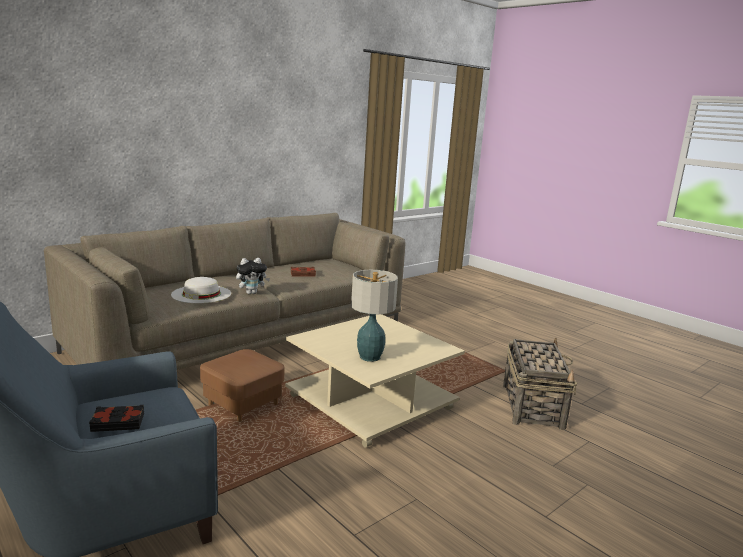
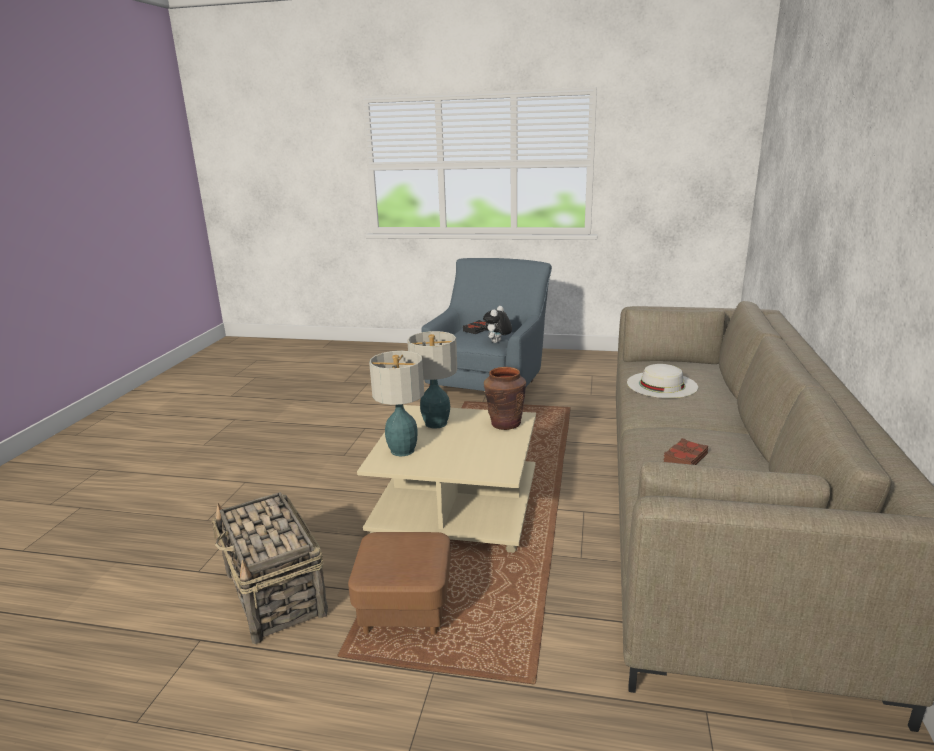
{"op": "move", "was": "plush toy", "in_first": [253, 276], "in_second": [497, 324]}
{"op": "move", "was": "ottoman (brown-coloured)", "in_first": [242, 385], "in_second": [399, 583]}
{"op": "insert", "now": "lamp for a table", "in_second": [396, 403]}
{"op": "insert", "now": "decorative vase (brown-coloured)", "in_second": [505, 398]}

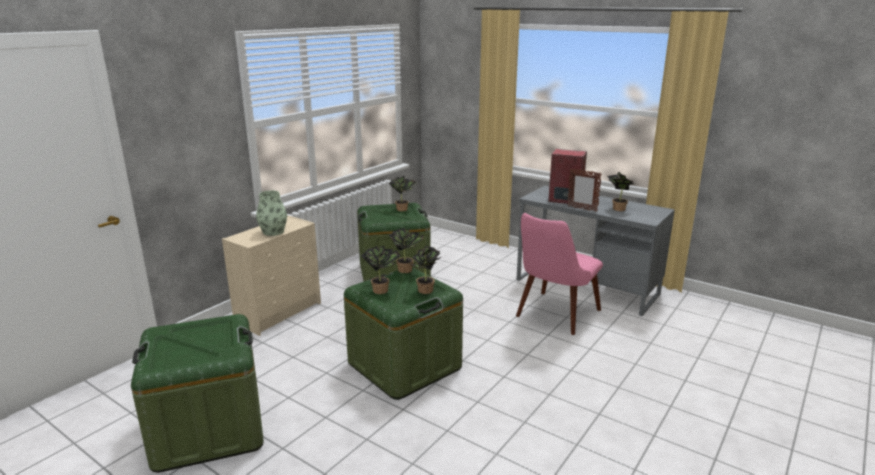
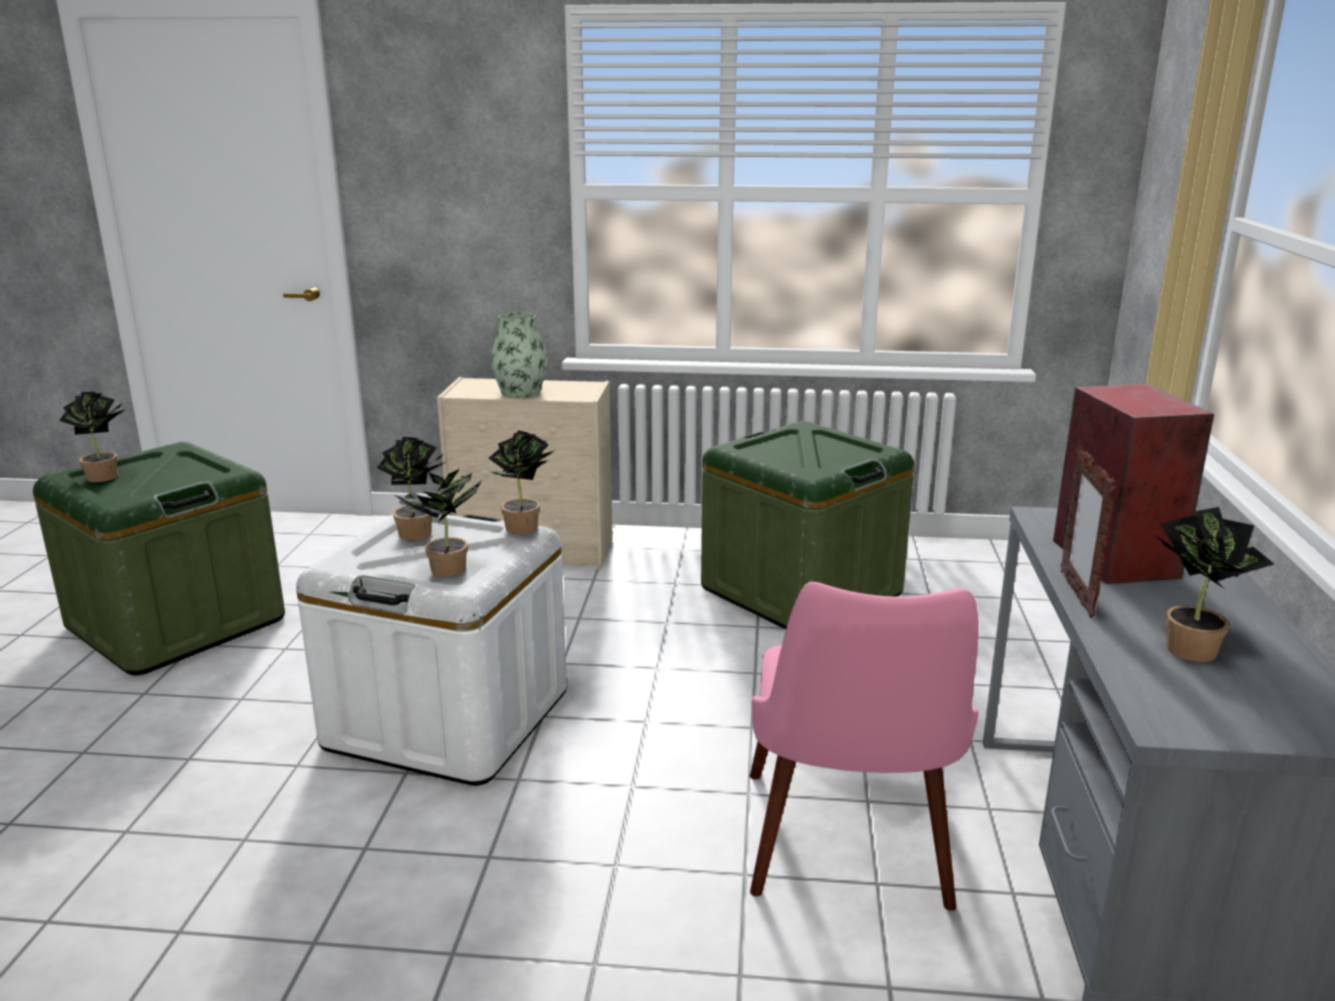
{"op": "move", "was": "potted plant", "in_first": [403, 193], "in_second": [92, 437]}
{"op": "rotate", "was": "chair (pinkish)", "in_first": [559, 274], "in_second": [864, 746], "clockwise": -90}
{"op": "recolor", "was": "storage box (greenish)", "now": "storage box (white)", "in_first": [403, 333], "in_second": [431, 649]}

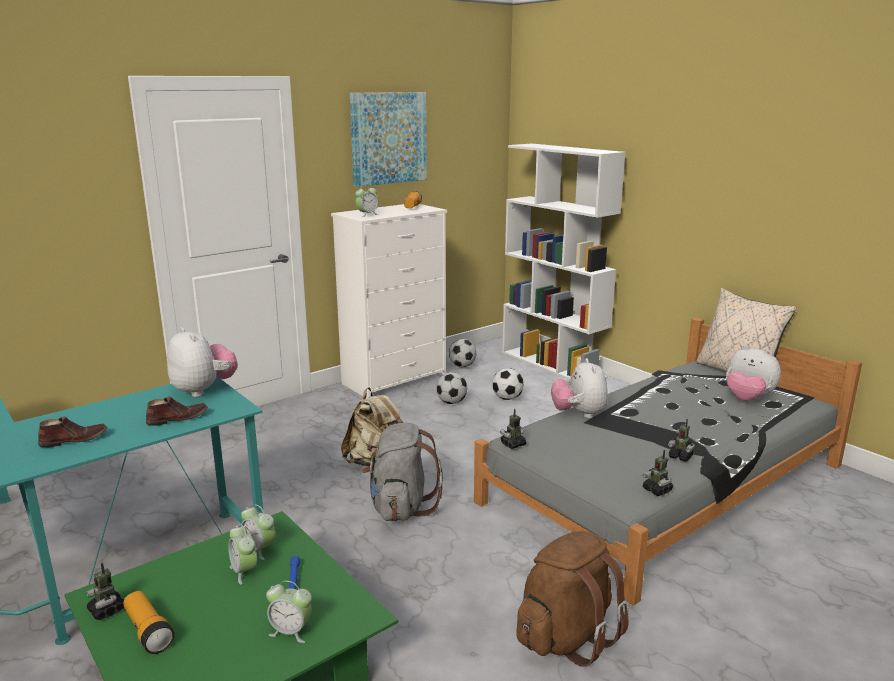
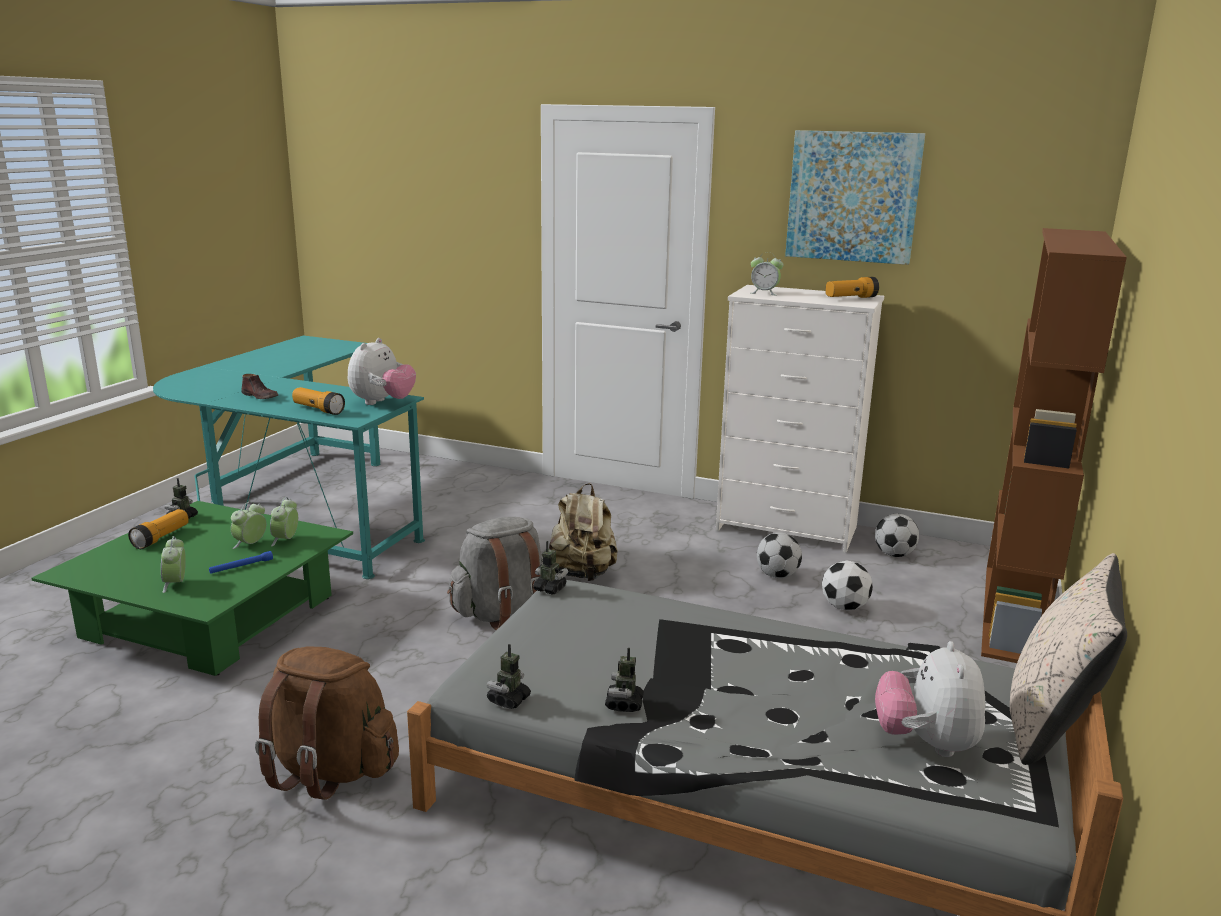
{"op": "recolor", "was": "bookshelf (white)", "now": "bookshelf (brown-coloured)", "in_first": [564, 261], "in_second": [1054, 445]}
{"op": "delete", "was": "plush toy", "in_first": [579, 388]}
{"op": "replace", "was": "low shoe (brown-coloured)", "now": "flashlight", "in_first": [177, 411], "in_second": [318, 401]}

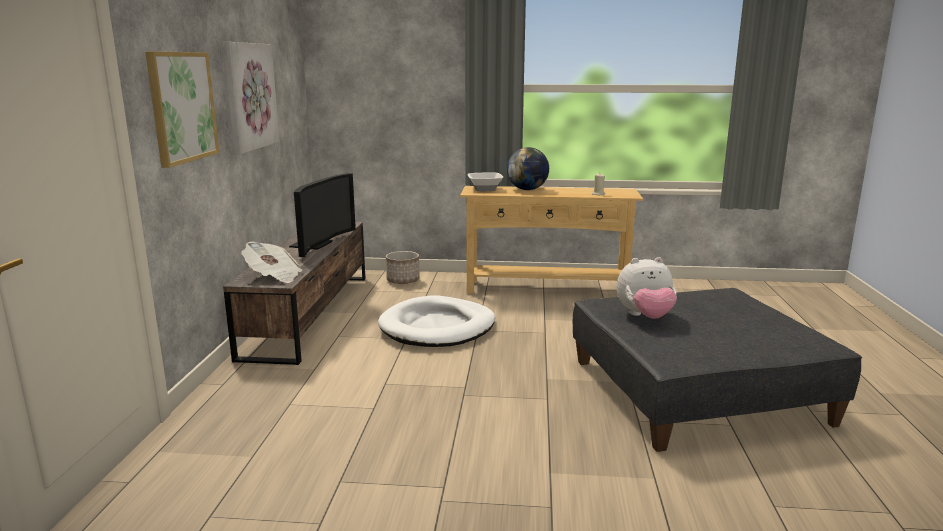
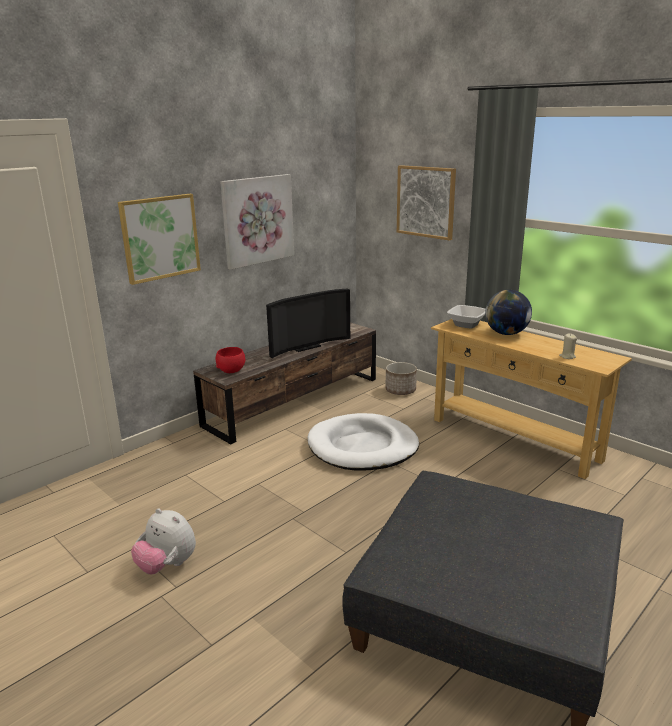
{"op": "replace", "was": "printed paper", "now": "deep dish (red-coloured)", "in_first": [271, 262], "in_second": [230, 360]}
{"op": "move", "was": "plush toy", "in_first": [647, 288], "in_second": [163, 541]}
{"op": "insert", "now": "wall art", "in_second": [426, 203]}

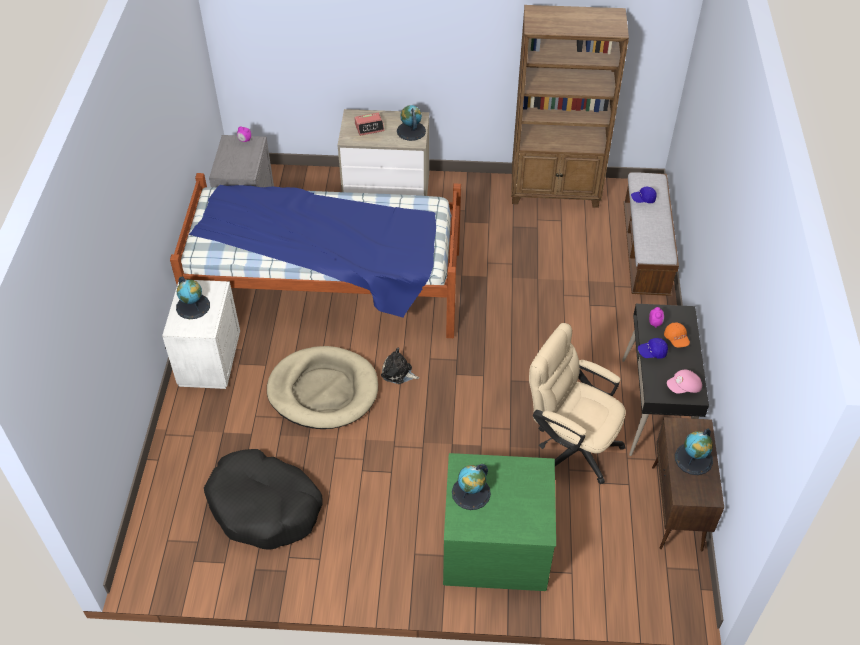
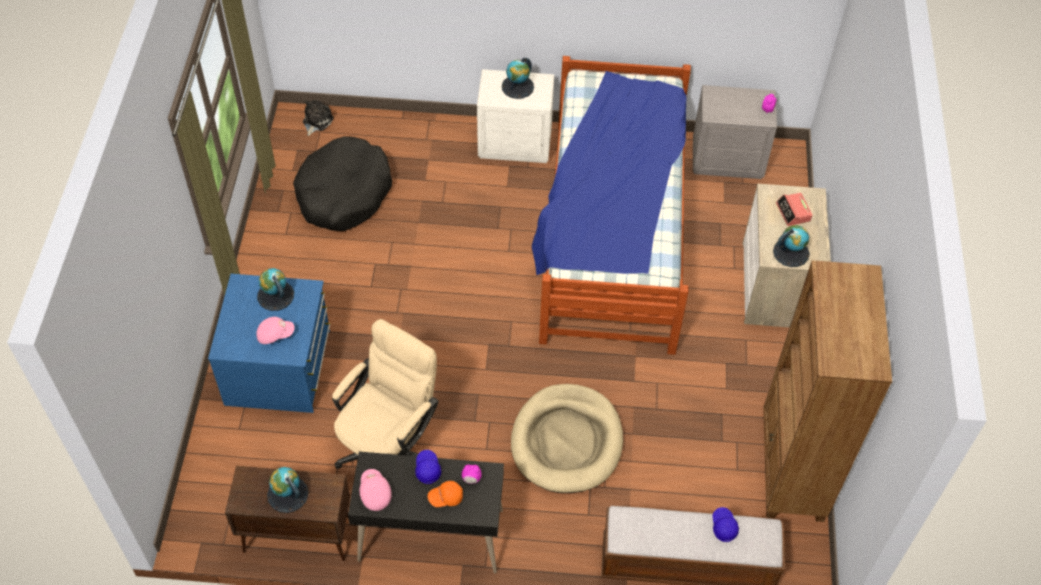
{"op": "move", "was": "dog bed (sand-coloured)", "in_first": [322, 387], "in_second": [567, 438]}
{"op": "move", "was": "plush toy", "in_first": [400, 366], "in_second": [318, 118]}
{"op": "recolor", "was": "chest of drawers (greenish)", "now": "chest of drawers (blue-coloured)", "in_first": [499, 522], "in_second": [269, 343]}
{"op": "insert", "now": "cap (pinkish)", "in_second": [275, 330]}

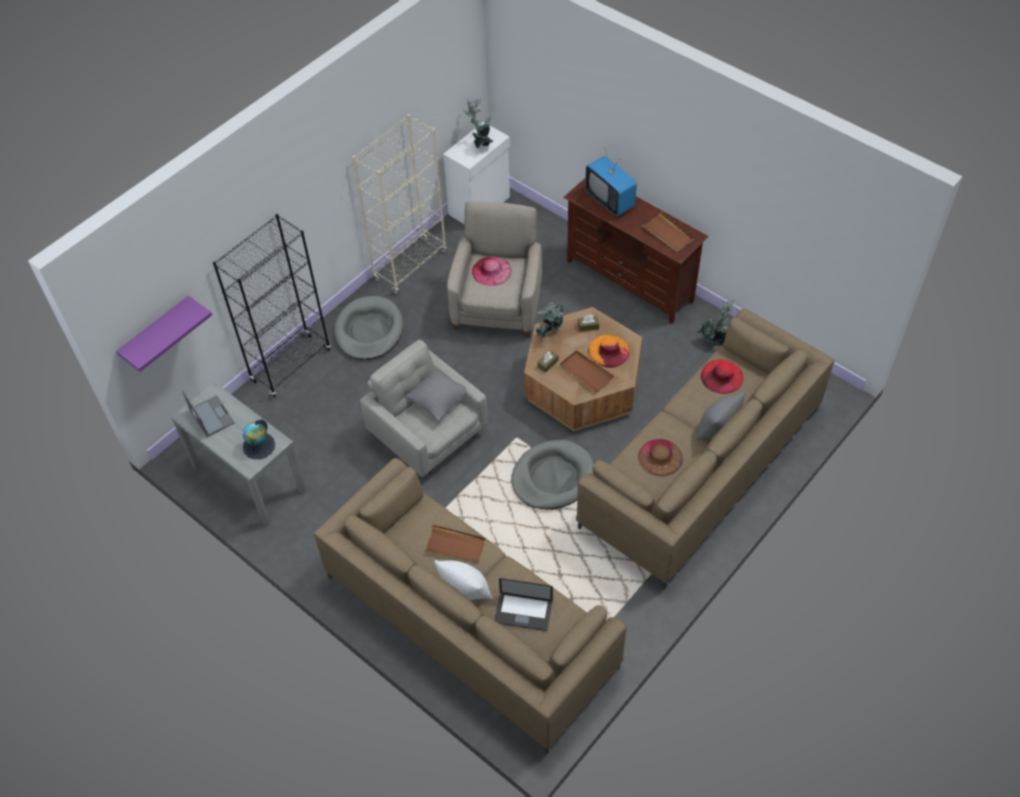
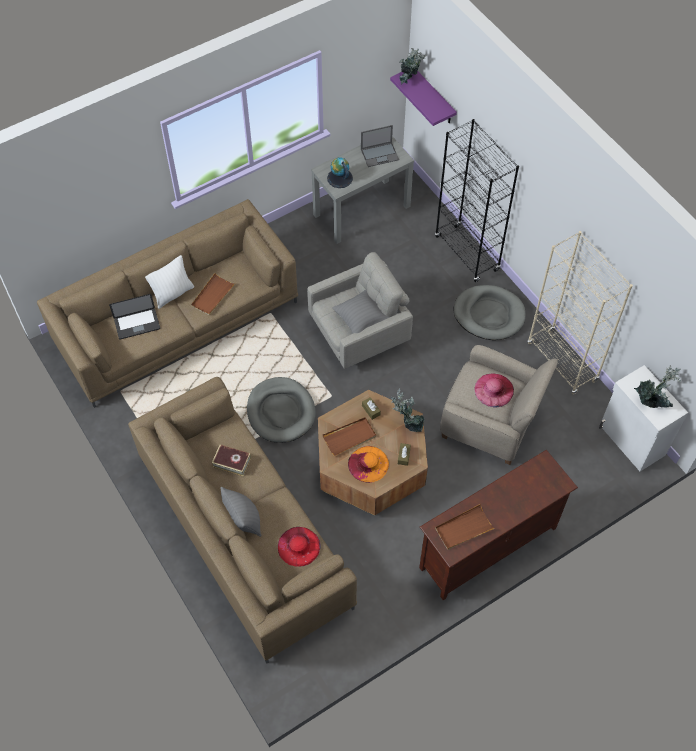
{"op": "delete", "was": "television", "in_first": [611, 182]}
{"op": "move", "was": "potted plant", "in_first": [717, 323], "in_second": [413, 66]}
{"op": "replace", "was": "clothing hat (brown-coloured)", "now": "bound book", "in_first": [660, 458], "in_second": [231, 460]}
{"op": "rotate", "was": "portable computer", "in_first": [523, 604], "in_second": [134, 316], "clockwise": -135}

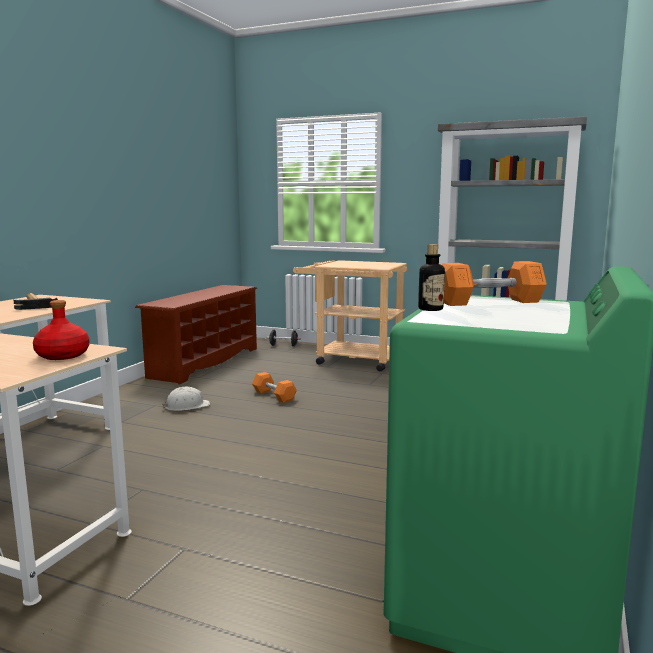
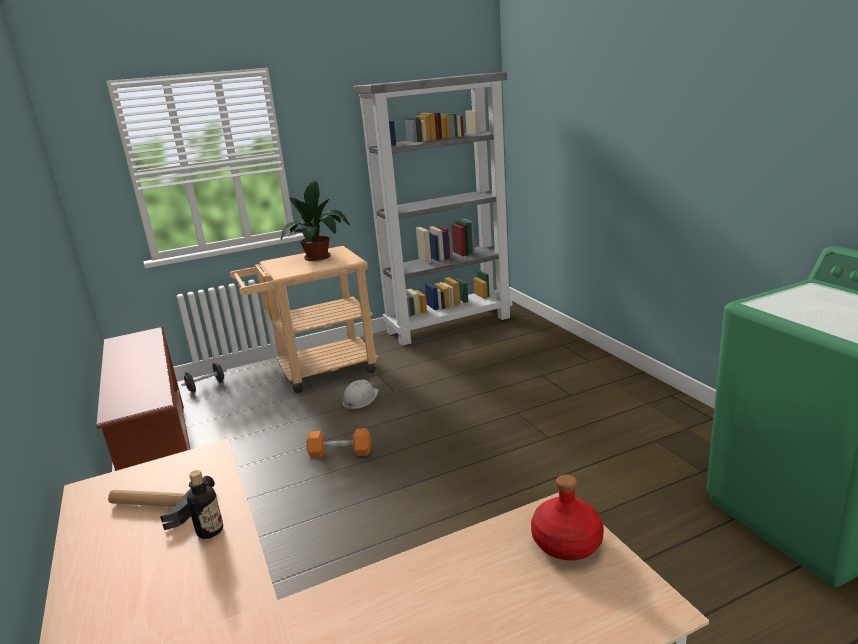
{"op": "move", "was": "bottle", "in_first": [431, 277], "in_second": [205, 504]}
{"op": "delete", "was": "free weight (orange-coloured)", "in_first": [494, 283]}
{"op": "move", "was": "work helmet (white)", "in_first": [186, 399], "in_second": [360, 395]}
{"op": "insert", "now": "potted plant", "in_second": [315, 220]}

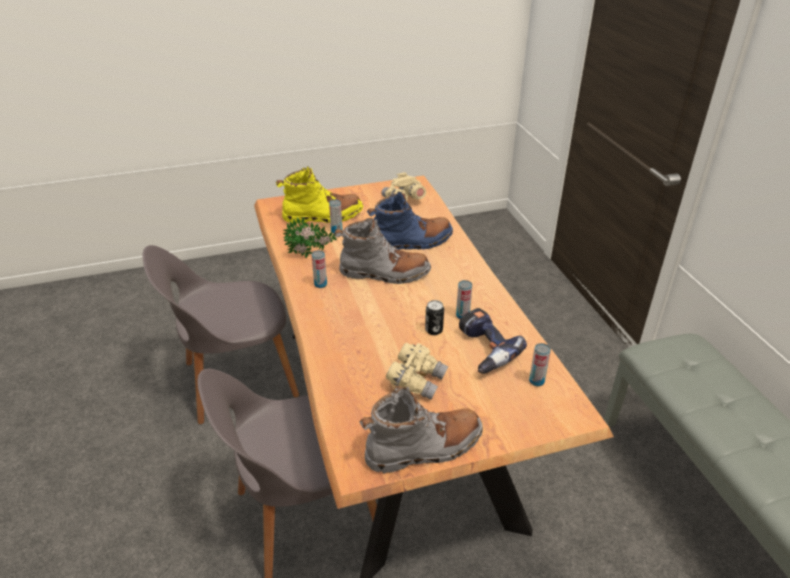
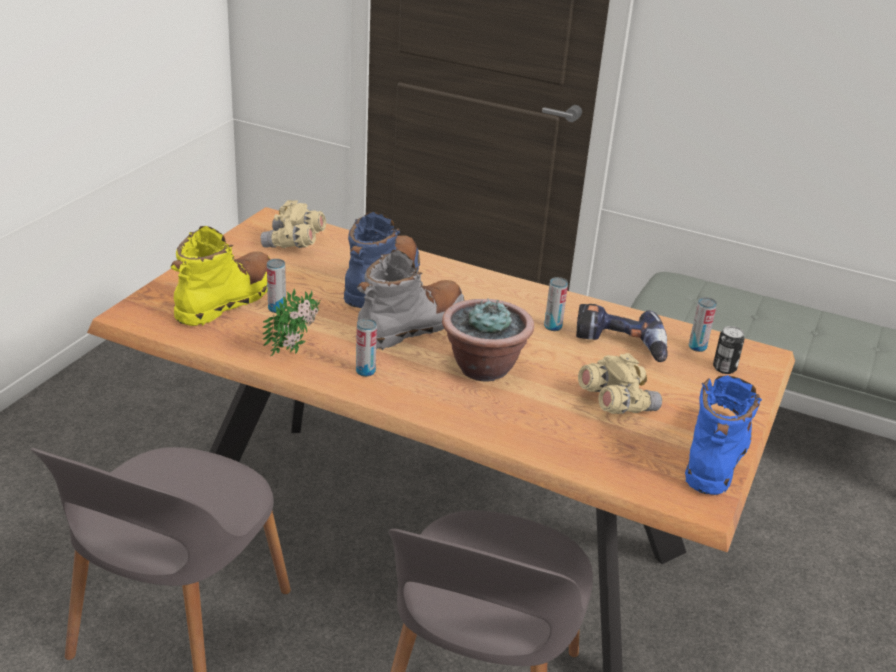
{"op": "move", "was": "can", "in_first": [434, 317], "in_second": [729, 350]}
{"op": "recolor", "was": "boot (grey)", "now": "boot (blue-coloured)", "in_first": [421, 430], "in_second": [723, 435]}
{"op": "insert", "now": "potted plant", "in_second": [488, 340]}

